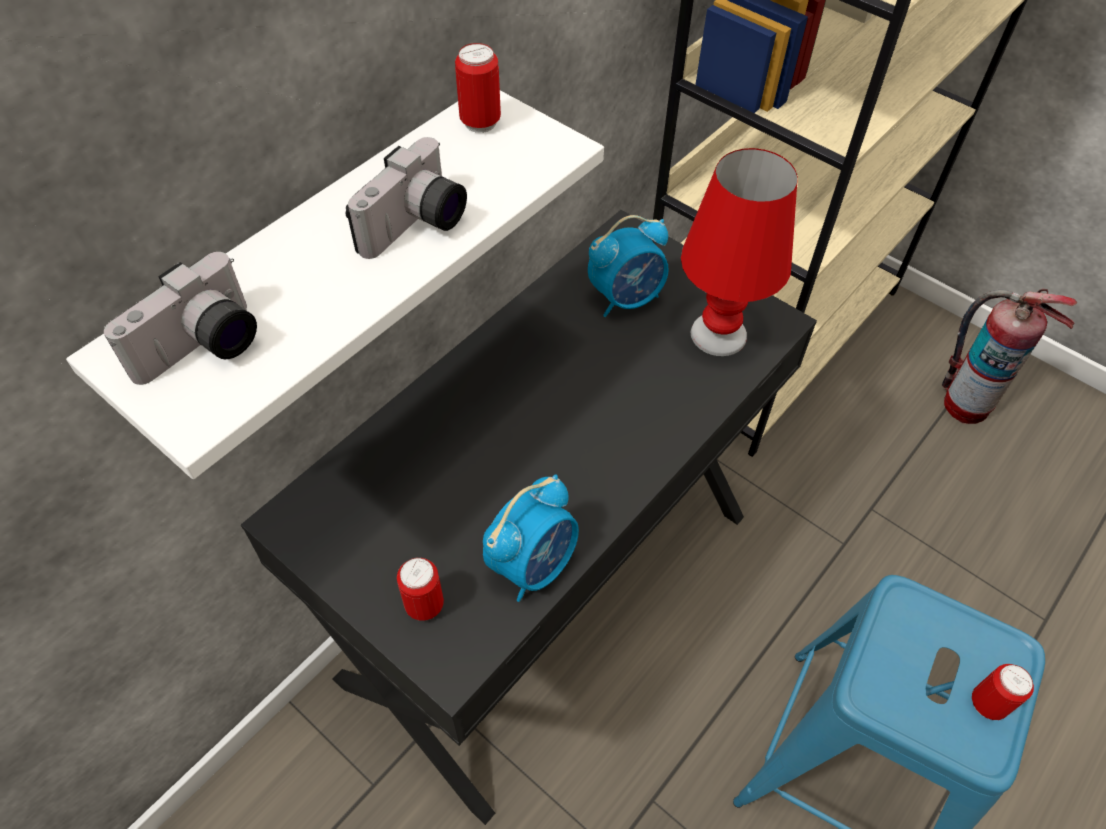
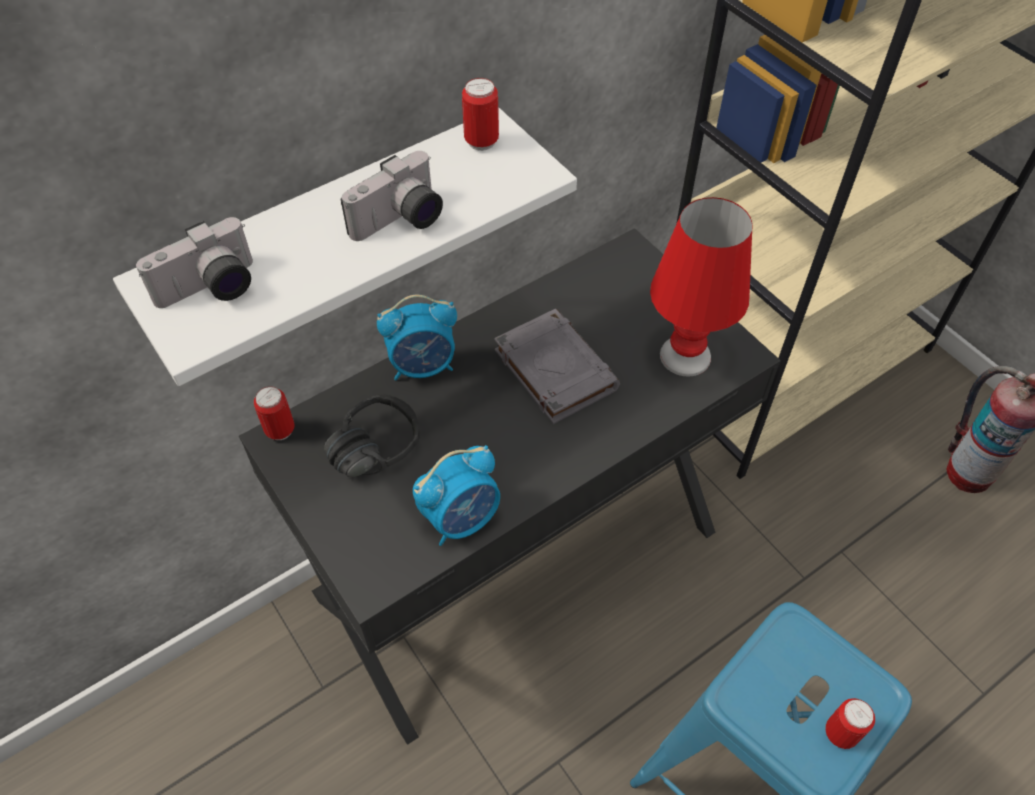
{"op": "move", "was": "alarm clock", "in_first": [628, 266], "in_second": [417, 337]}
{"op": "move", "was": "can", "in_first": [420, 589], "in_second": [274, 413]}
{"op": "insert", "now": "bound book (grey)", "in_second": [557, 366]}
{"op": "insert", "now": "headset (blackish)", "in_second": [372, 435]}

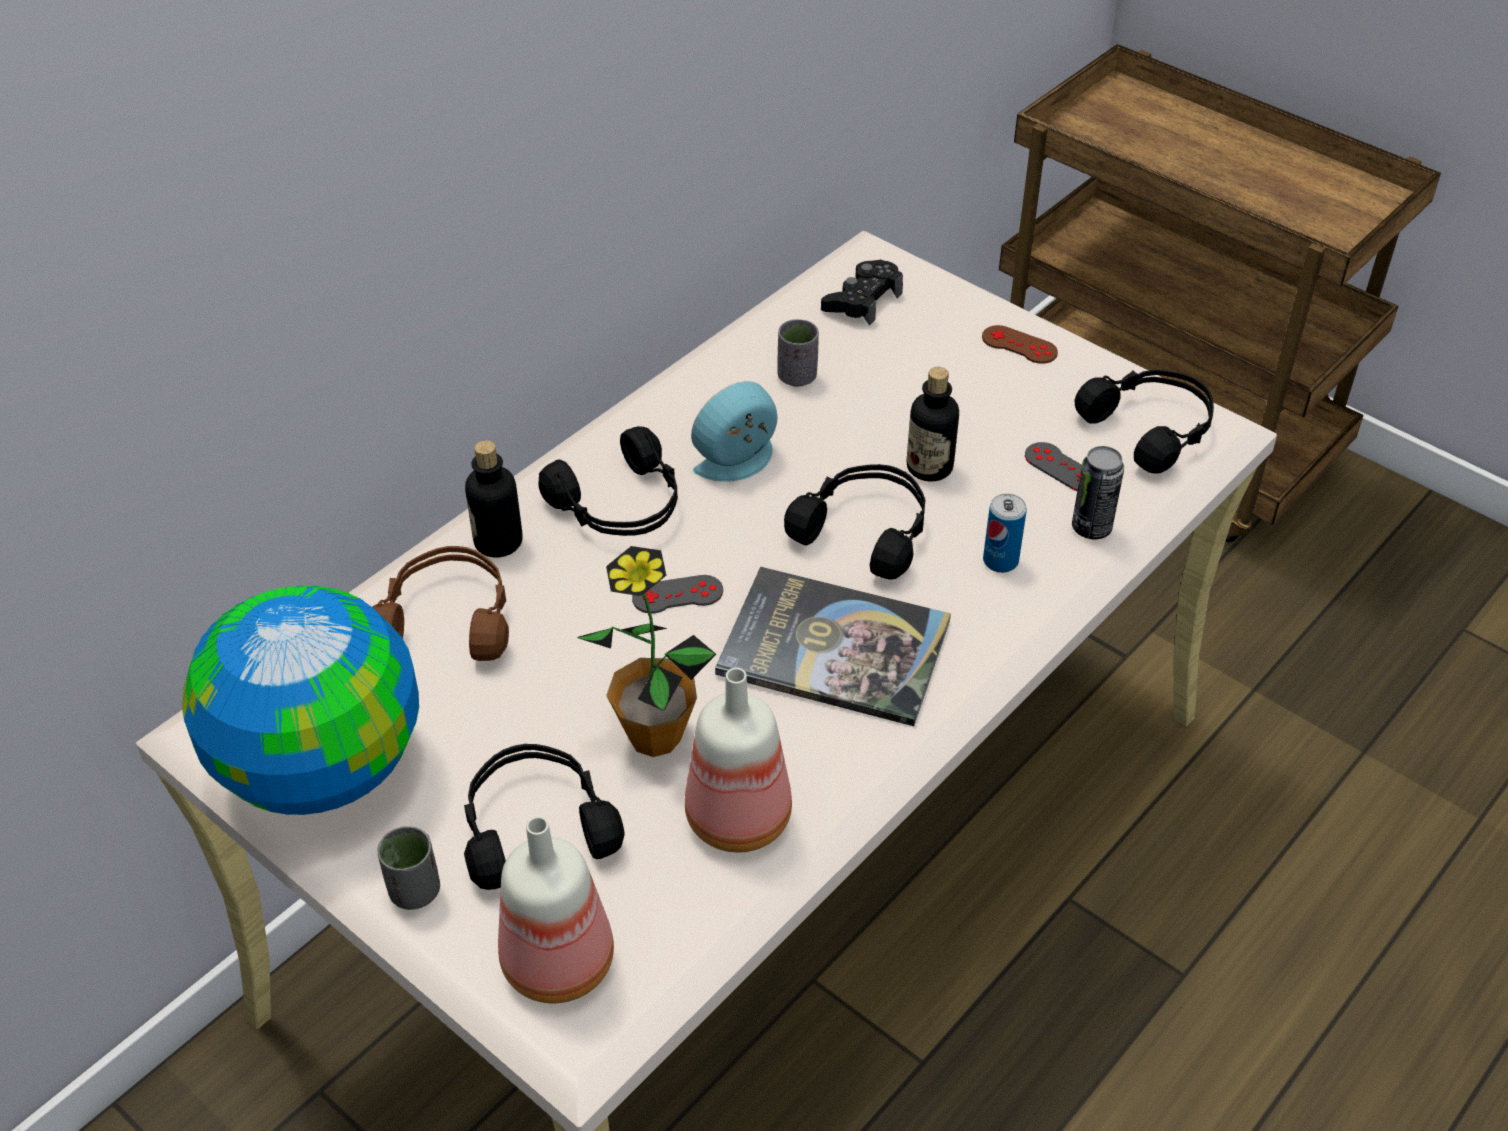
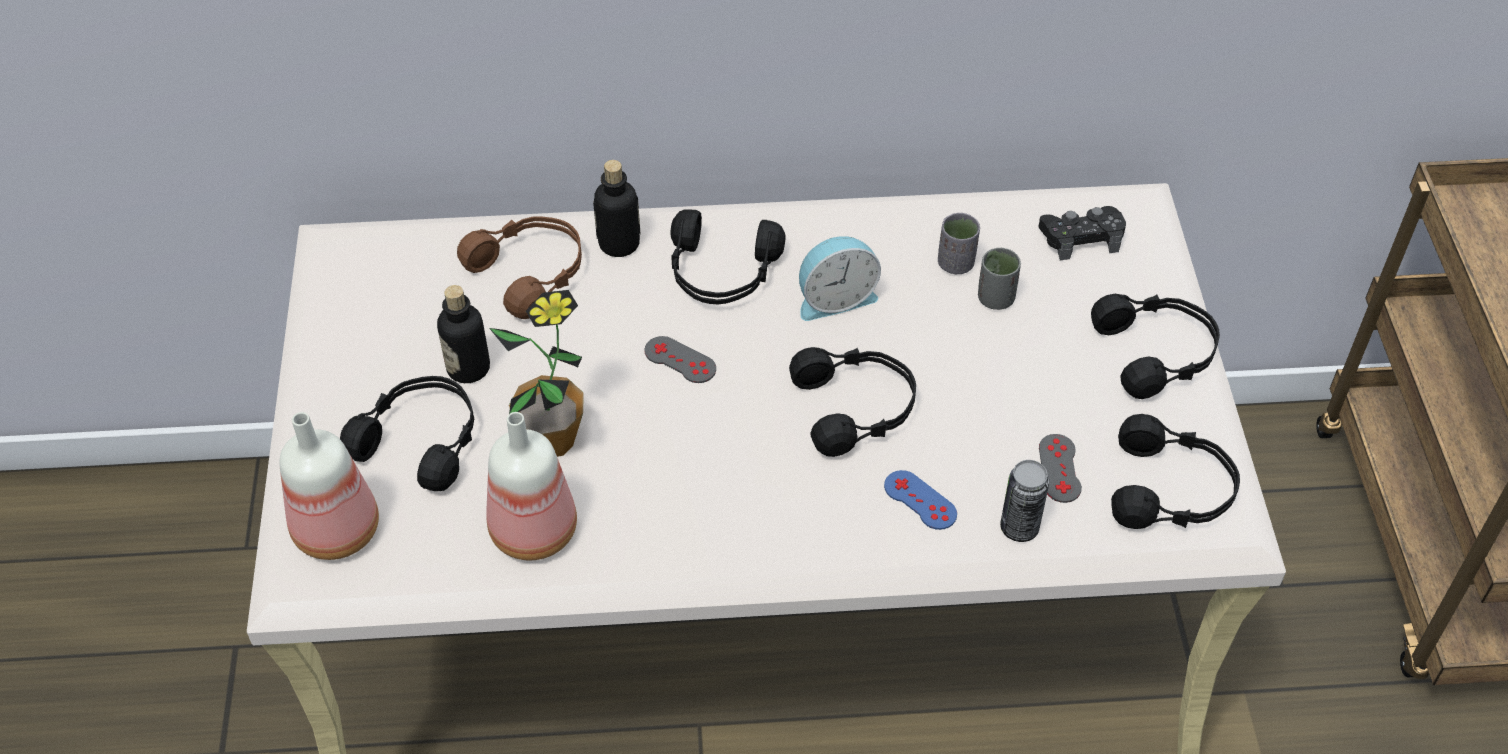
{"op": "replace", "was": "joypad (brown-coloured)", "now": "headset (blackish)", "in_first": [1020, 344], "in_second": [1155, 346]}
{"op": "move", "was": "bottle", "in_first": [933, 424], "in_second": [463, 334]}
{"op": "rotate", "was": "alarm clock", "in_first": [734, 431], "in_second": [840, 278], "clockwise": 150}
{"op": "replace", "was": "can", "now": "joypad (blue-coloured)", "in_first": [1005, 533], "in_second": [920, 500]}
{"op": "delete", "was": "bound book", "in_first": [833, 646]}
{"op": "delete", "was": "globe", "in_first": [300, 700]}
{"op": "move", "was": "cup (grey)", "in_first": [408, 868], "in_second": [999, 279]}

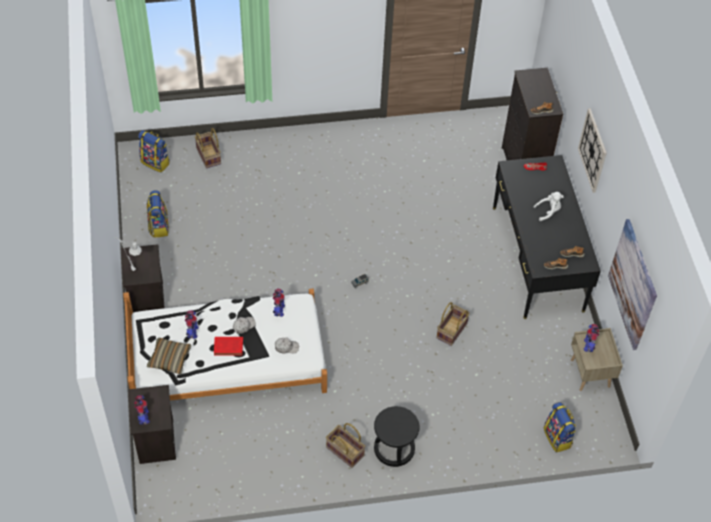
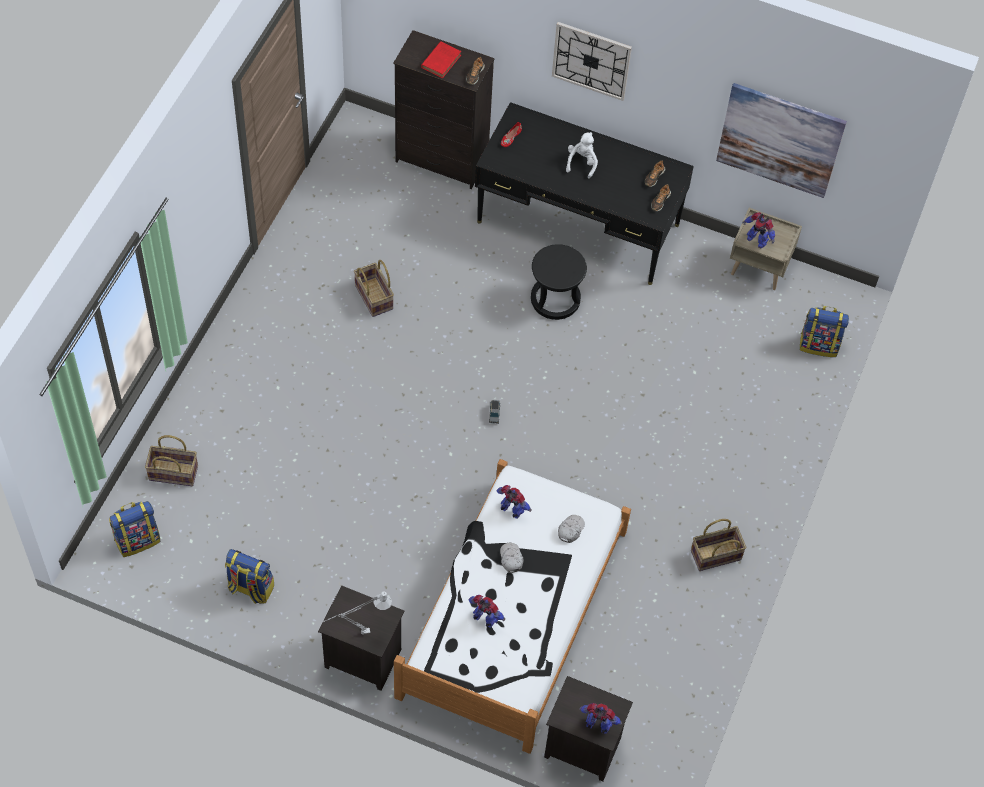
{"op": "move", "was": "basket", "in_first": [453, 324], "in_second": [374, 288]}
{"op": "move", "was": "bound book (red-coloured)", "in_first": [228, 346], "in_second": [441, 59]}
{"op": "delete", "was": "throw pillow", "in_first": [169, 356]}
{"op": "move", "was": "stool seat (blackish)", "in_first": [397, 436], "in_second": [559, 282]}

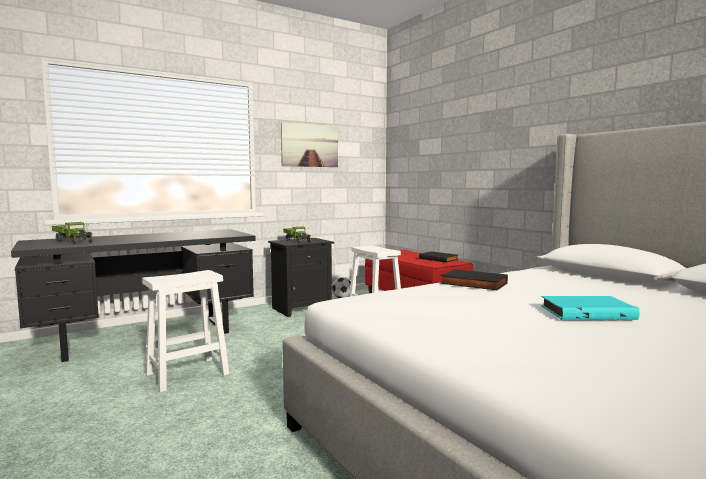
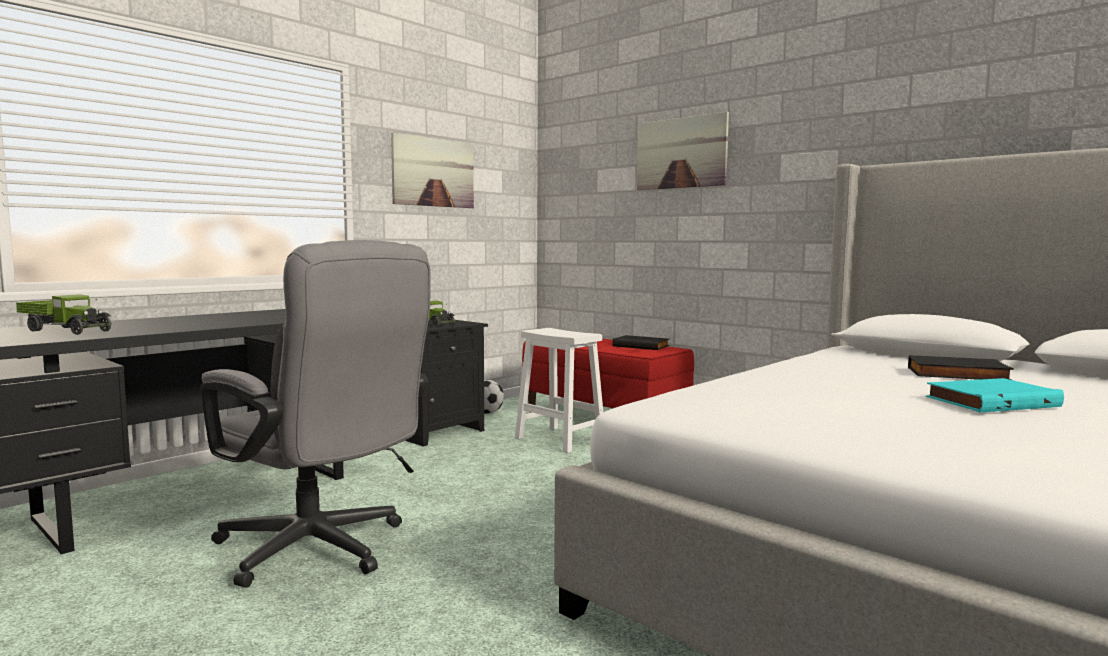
{"op": "move", "was": "bound book (blackish)", "in_first": [474, 279], "in_second": [961, 367]}
{"op": "replace", "was": "stool seat (white)", "now": "desk chair (grey)", "in_first": [185, 331], "in_second": [315, 414]}
{"op": "insert", "now": "wall art", "in_second": [683, 151]}

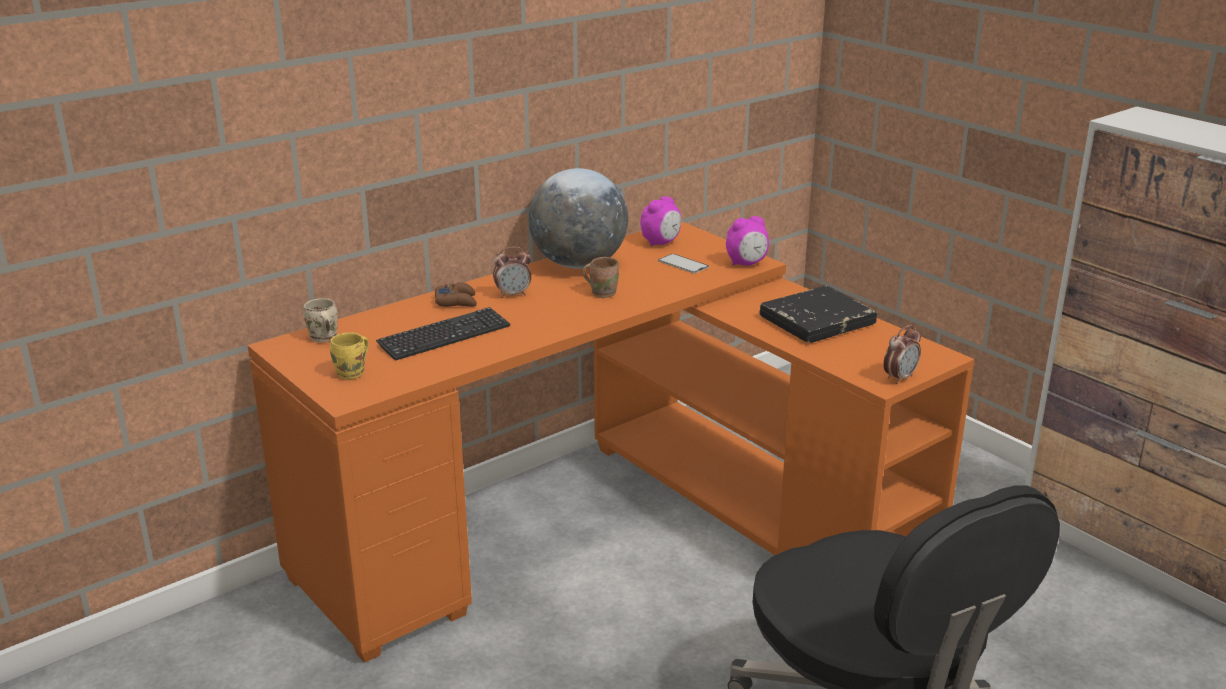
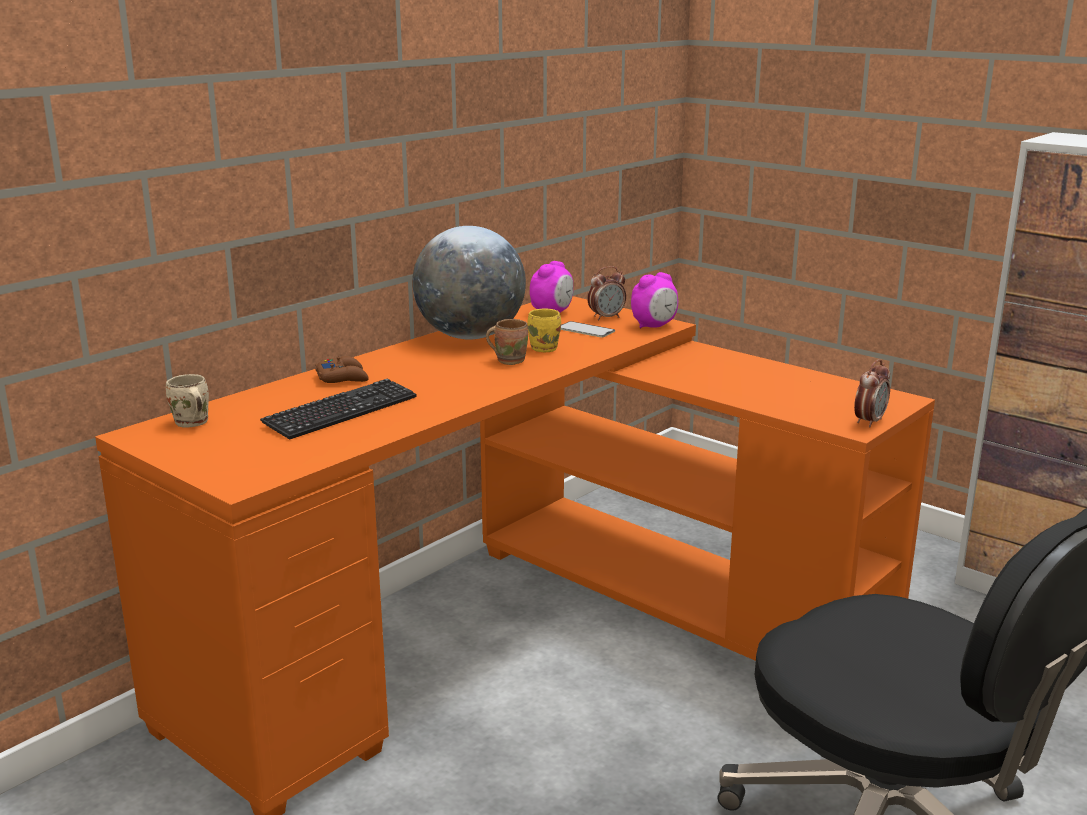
{"op": "move", "was": "alarm clock", "in_first": [512, 272], "in_second": [606, 293]}
{"op": "delete", "was": "bound book (blackish)", "in_first": [818, 314]}
{"op": "move", "was": "tea mug (yellow-coloured)", "in_first": [349, 355], "in_second": [544, 330]}

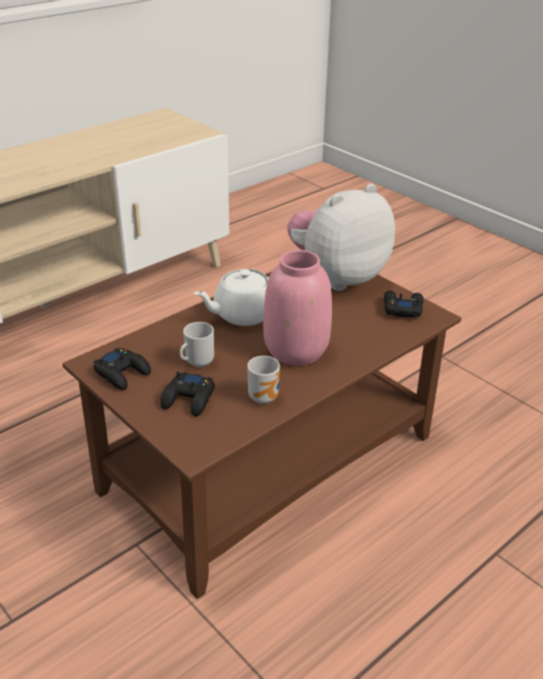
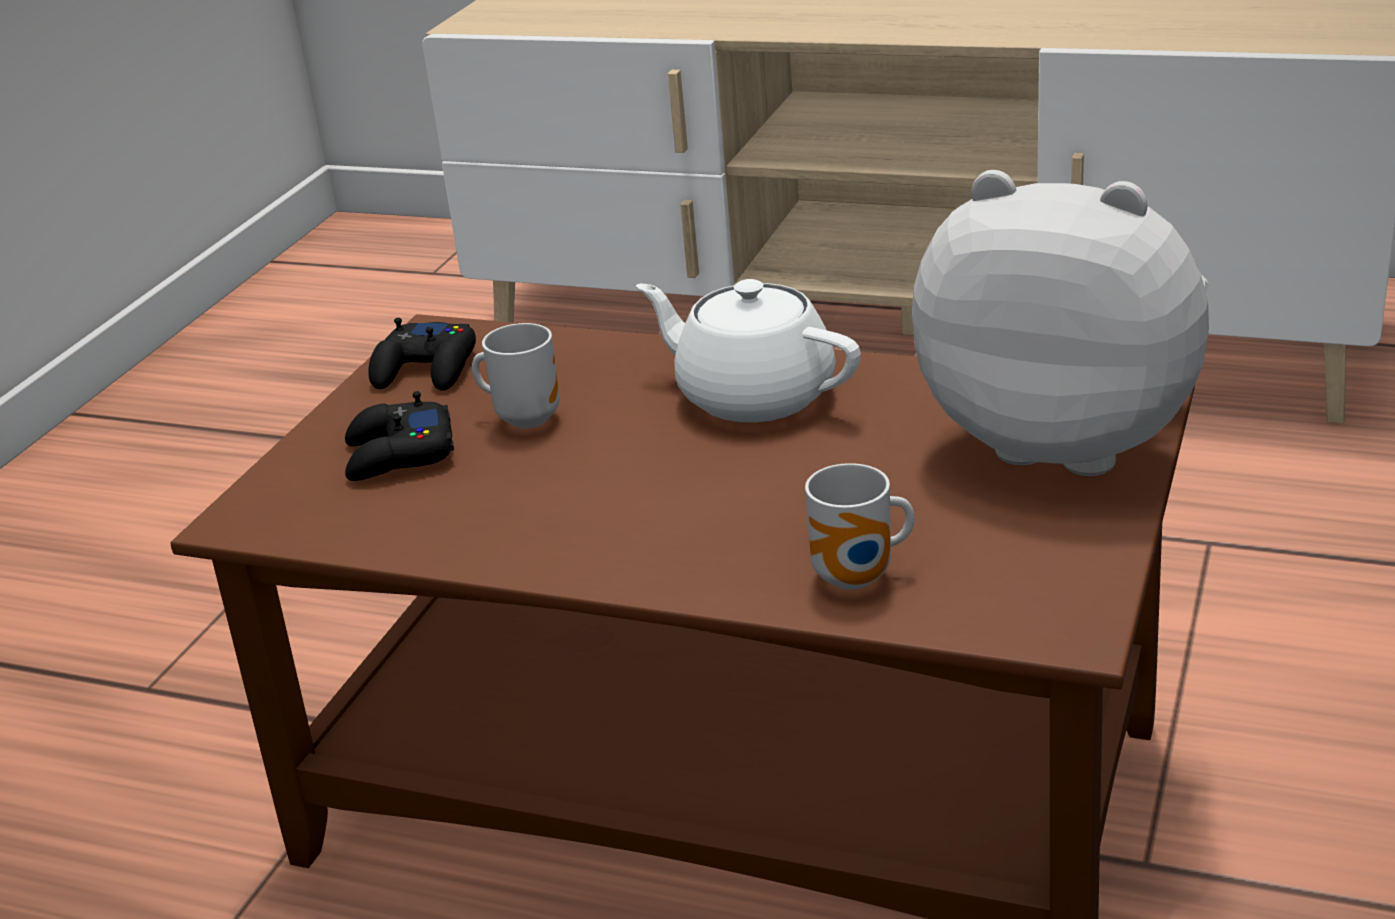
{"op": "delete", "was": "decorative vase (pinkish)", "in_first": [297, 308]}
{"op": "delete", "was": "joypad (blackish)", "in_first": [404, 304]}
{"op": "move", "was": "tea mug", "in_first": [263, 380], "in_second": [860, 526]}

